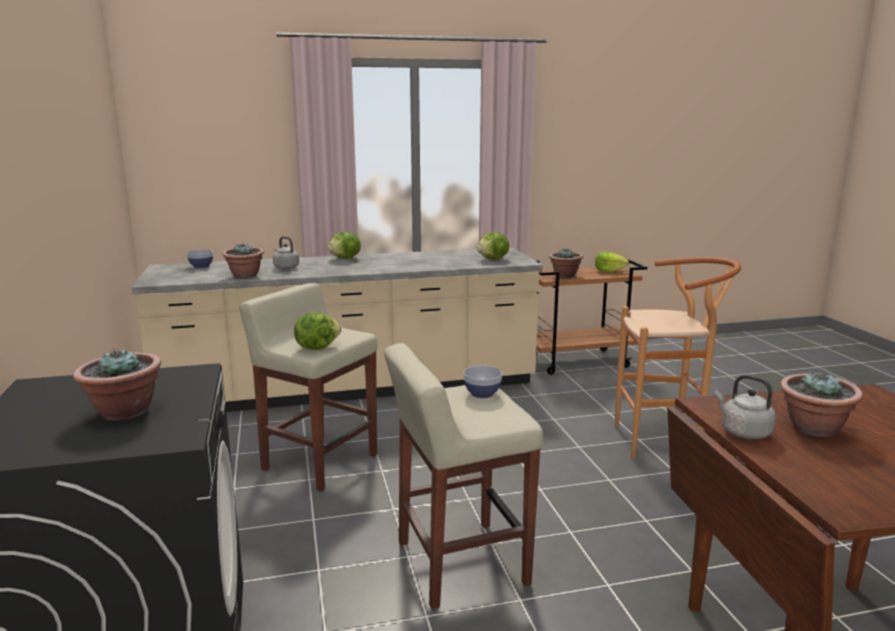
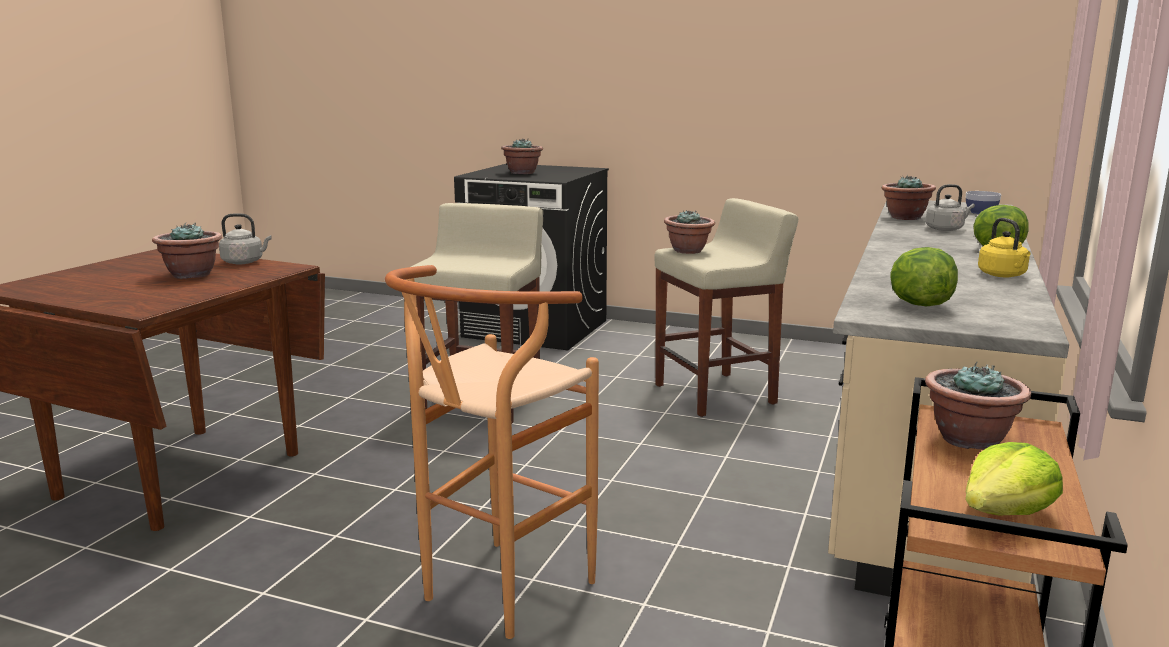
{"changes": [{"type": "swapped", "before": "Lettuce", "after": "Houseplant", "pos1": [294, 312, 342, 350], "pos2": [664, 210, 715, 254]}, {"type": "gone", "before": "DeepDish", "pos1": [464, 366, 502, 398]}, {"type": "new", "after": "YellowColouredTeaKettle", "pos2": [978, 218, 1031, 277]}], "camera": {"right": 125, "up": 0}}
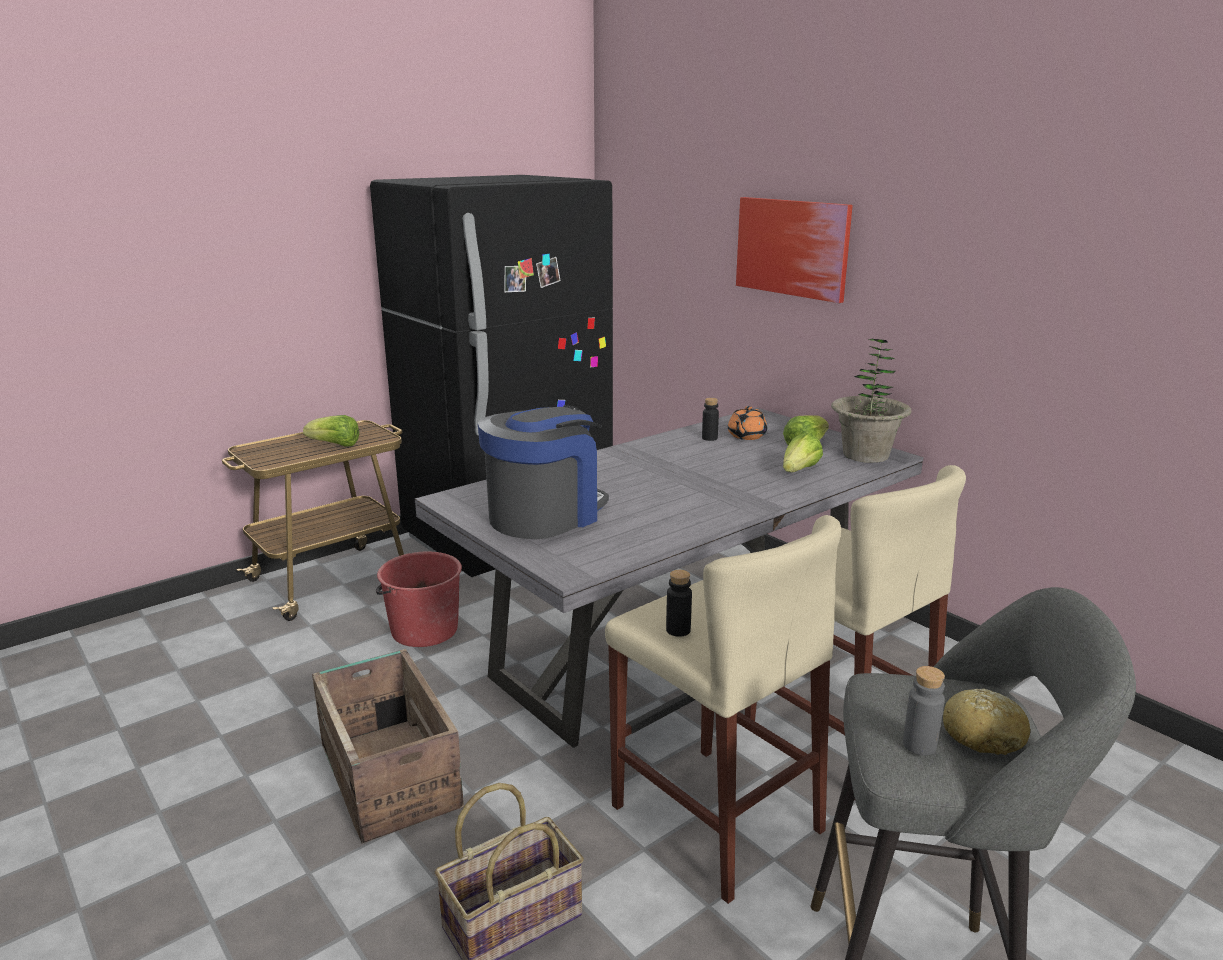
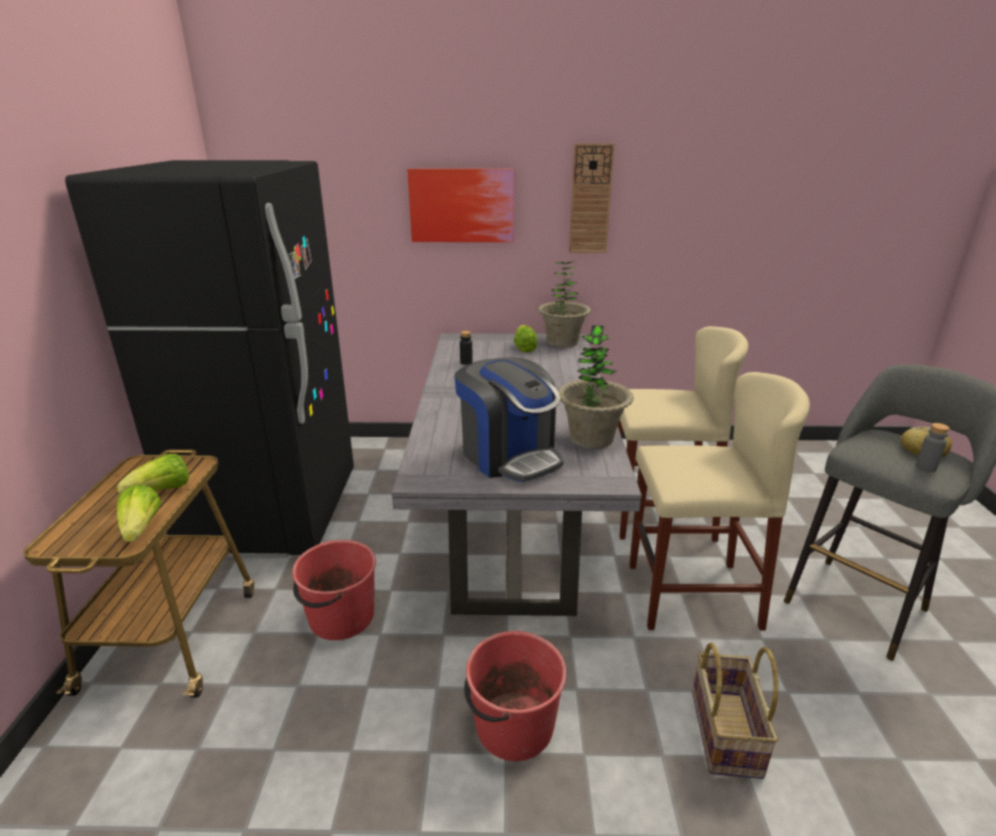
{"changes": [{"type": "rotated", "before": "CoffeeBrewer", "pos1": [478, 405, 609, 539], "pos2": [454, 357, 564, 482], "turn": 150}, {"type": "gone", "before": "OrangeColouredTeapot", "pos1": [728, 406, 767, 440]}, {"type": "shifted", "before": "Lettuce", "pos1": [783, 433, 823, 472], "pos2": [117, 485, 162, 542]}, {"type": "gone", "before": "BlackishBeverageBottle", "pos1": [666, 570, 692, 637]}, {"type": "swapped", "before": "Crate", "after": "RedWaterBucket", "pos1": [312, 649, 464, 843], "pos2": [464, 631, 566, 761]}, {"type": "new", "after": "ClockOnTheWall", "pos2": [569, 143, 615, 253]}, {"type": "new", "after": "Houseplant", "pos2": [558, 325, 634, 449]}], "camera": {"right": -50, "up": 5}}
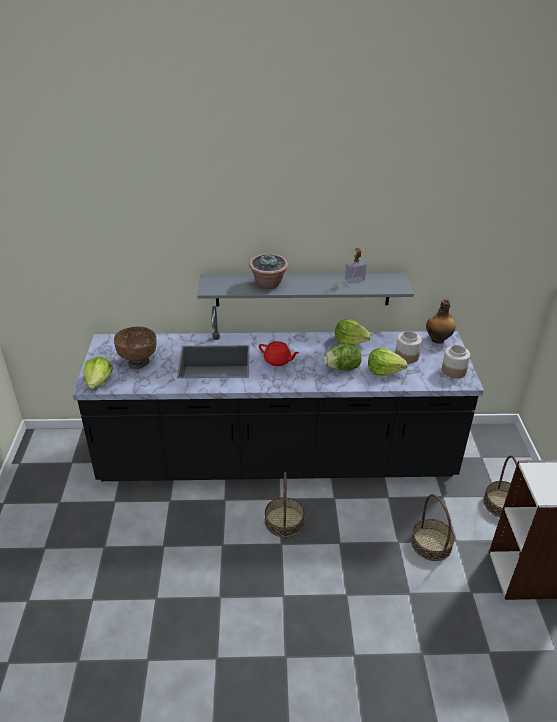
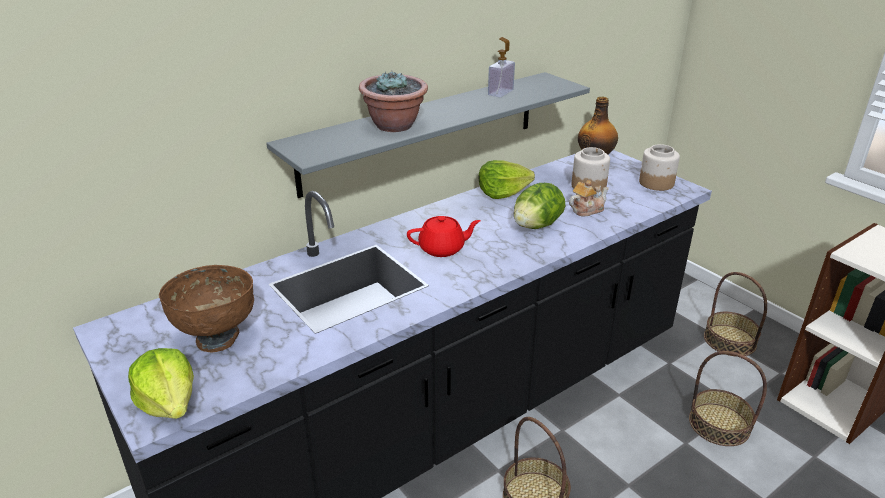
{"changes": [{"type": "swapped", "before": "Lettuce", "after": "Teapot", "pos1": [368, 348, 408, 376], "pos2": [569, 180, 609, 217]}], "camera": {"right": -35, "up": -5}}
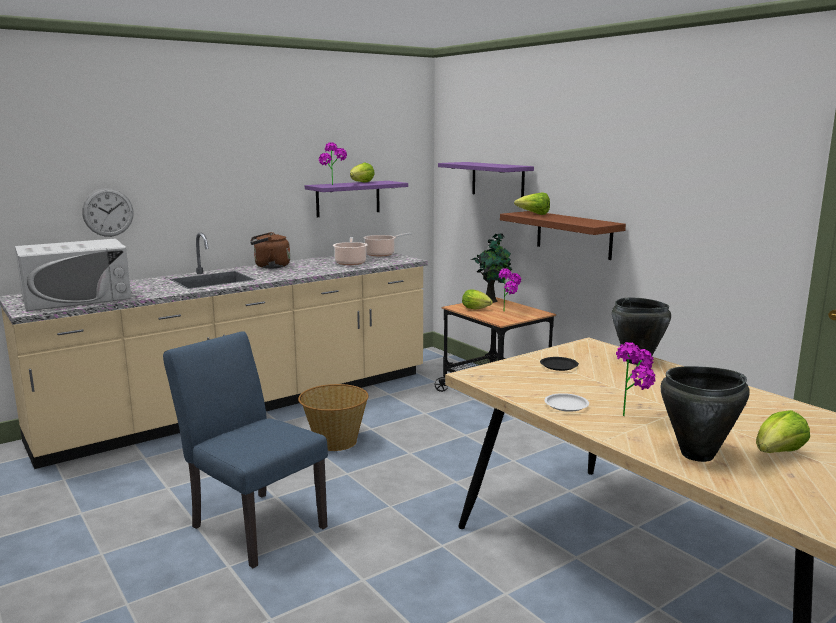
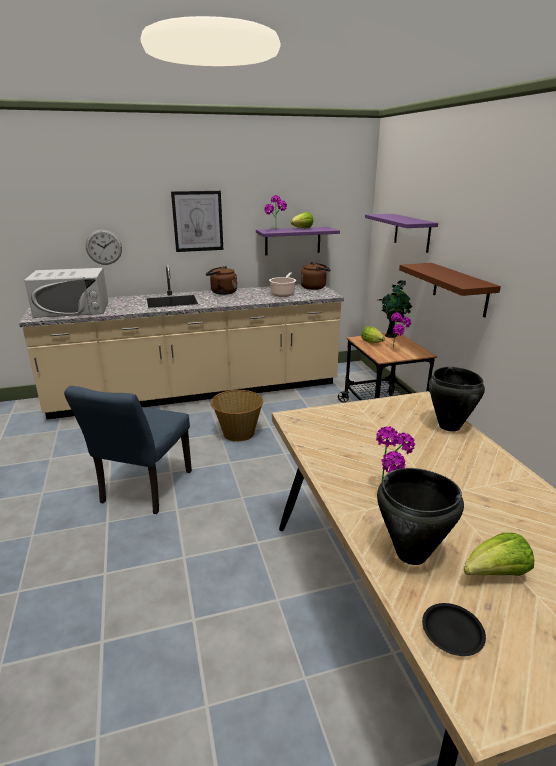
{"changes": [{"type": "gone", "before": "Lettuce", "pos1": [514, 192, 550, 215]}, {"type": "swapped", "before": "Saucepot", "after": "BrownTeaKettle", "pos1": [363, 233, 412, 256], "pos2": [301, 262, 331, 290]}, {"type": "rotated", "before": "BlueColouredUprightChair", "pos1": [163, 331, 328, 568], "pos2": [64, 386, 192, 514], "turn": -135}, {"type": "shifted", "before": "BlackishDinnerPlate", "pos1": [540, 357, 579, 371], "pos2": [422, 603, 486, 656]}, {"type": "gone", "before": "WhitishDinnerPlate", "pos1": [544, 393, 589, 412]}, {"type": "new", "after": "Picture", "pos2": [171, 191, 223, 252]}], "camera": {"right": 20, "up": 10}}
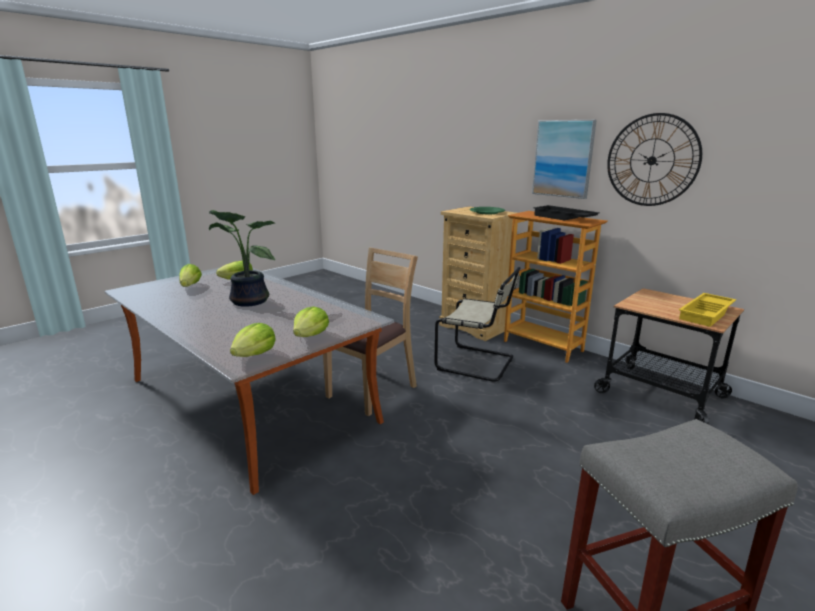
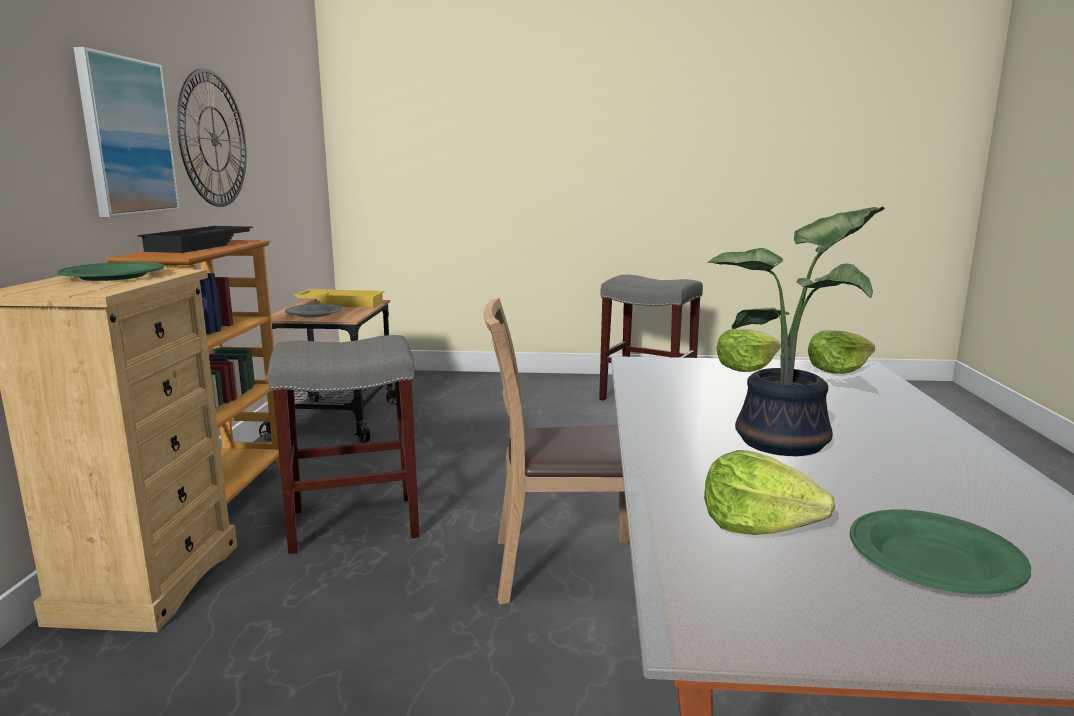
{"changes": [{"type": "swapped", "before": "Lettuce", "after": "GreenishDinnerPlate", "pos1": [179, 264, 202, 287], "pos2": [850, 510, 1031, 594]}, {"type": "swapped", "before": "BeigeUprightChair", "after": "GreyStoolSeat", "pos1": [434, 267, 520, 382], "pos2": [268, 335, 419, 554]}, {"type": "new", "after": "GreyDinnerPlate", "pos2": [285, 304, 343, 317]}], "camera": {"right": -130, "up": -5}}
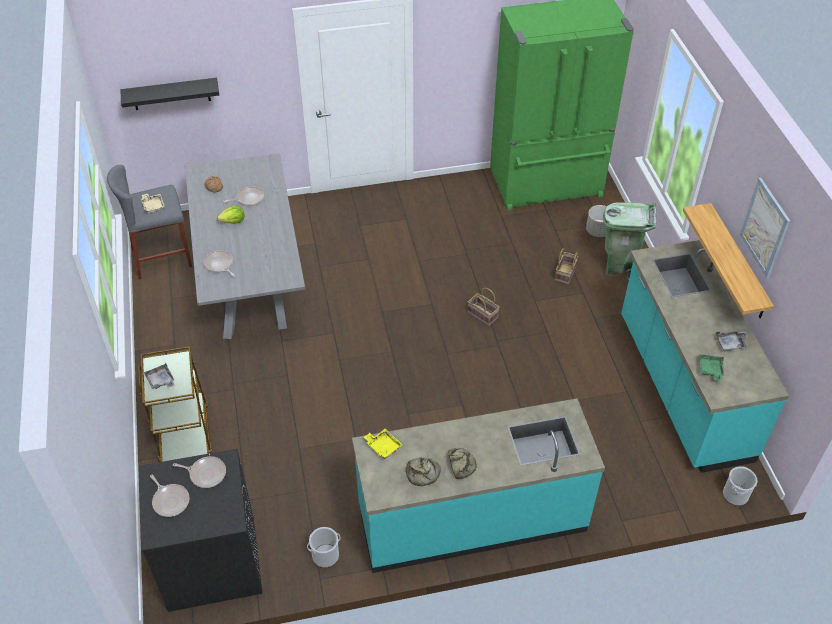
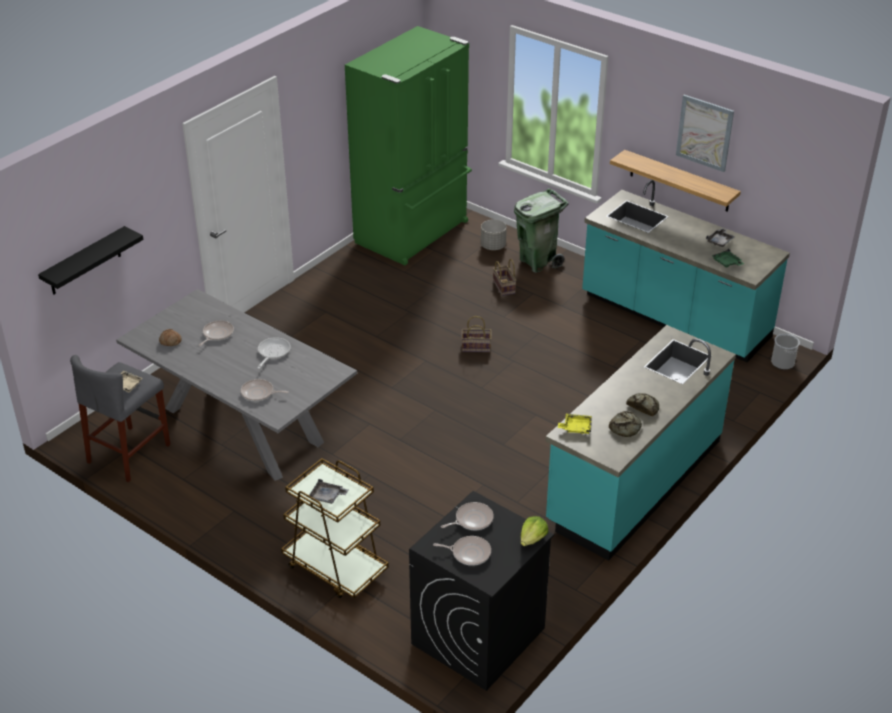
{"changes": [{"type": "shifted", "before": "Lettuce", "pos1": [217, 206, 244, 224], "pos2": [521, 516, 549, 546]}, {"type": "gone", "before": "WaterBucket", "pos1": [307, 527, 341, 567]}, {"type": "new", "after": "Skillet", "pos2": [257, 337, 291, 369]}], "camera": {"right": -40, "up": -10}}
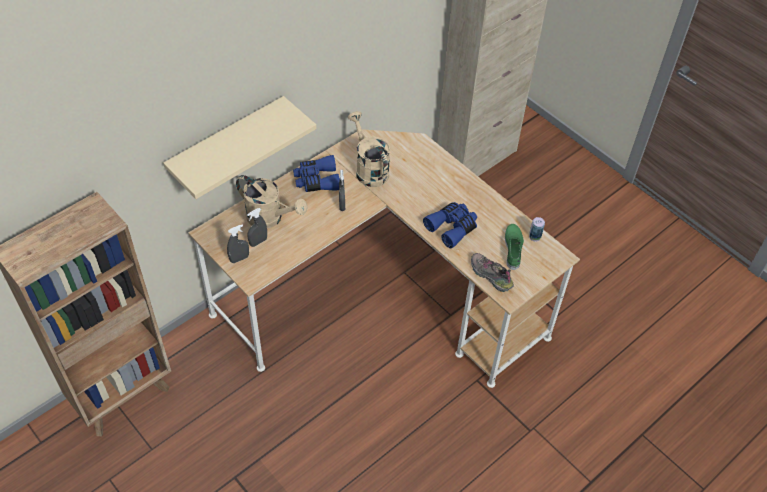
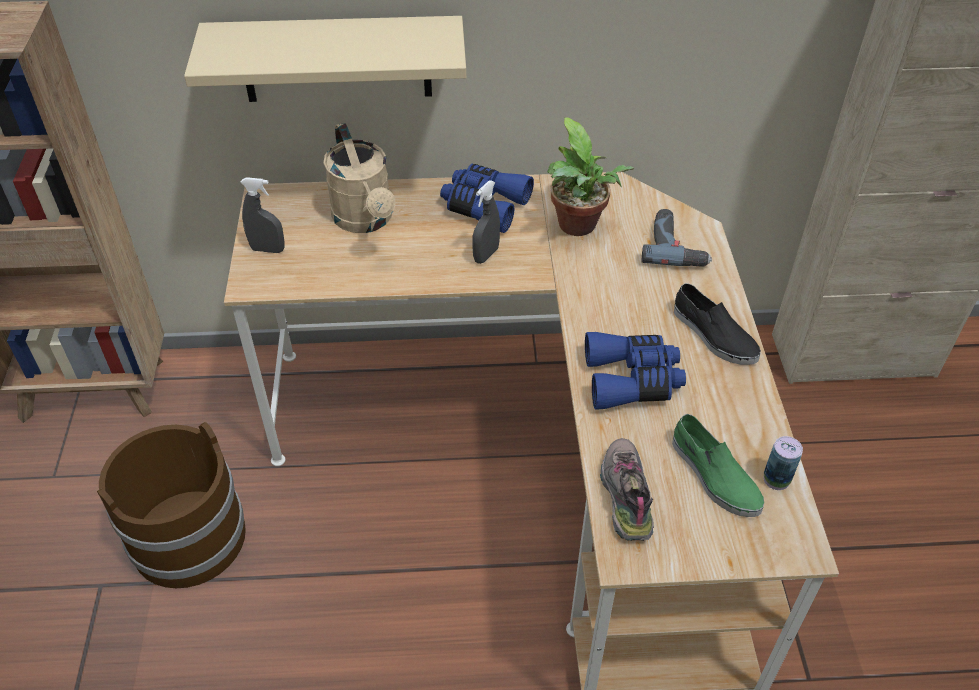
{"changes": [{"type": "swapped", "before": "BeigeSprinklingCan", "after": "Houseplant", "pos1": [348, 111, 390, 187], "pos2": [547, 117, 634, 236]}, {"type": "gone", "before": "GreySprayer", "pos1": [247, 208, 267, 247]}, {"type": "rotated", "before": "GreenishItemOfFootwear", "pos1": [505, 224, 524, 270], "pos2": [672, 414, 764, 517], "turn": 105}, {"type": "new", "after": "Drill", "pos2": [641, 209, 712, 267]}, {"type": "new", "after": "BlackishItemOfFootwear", "pos2": [674, 283, 761, 365]}, {"type": "new", "after": "BrownWaterBucket", "pos2": [97, 422, 246, 588]}], "camera": {"right": 40, "up": -5}}
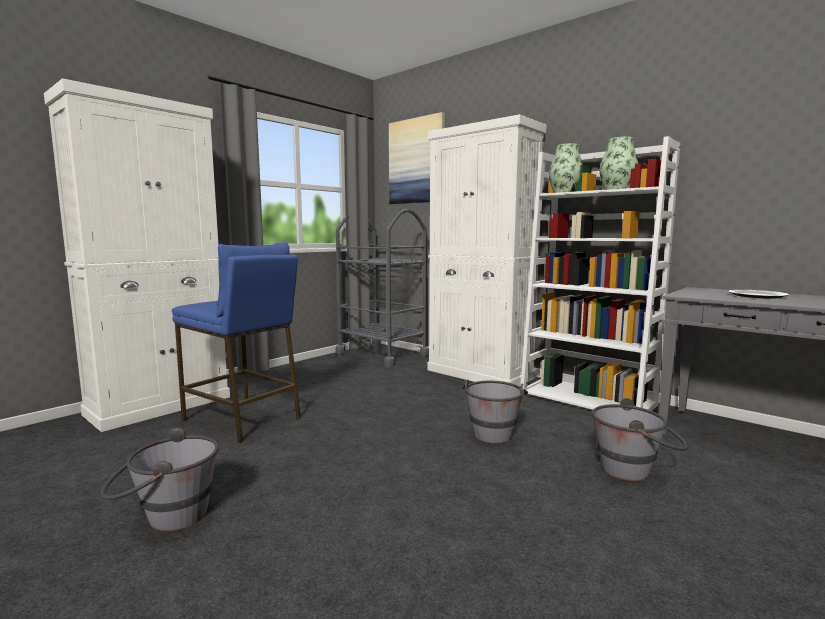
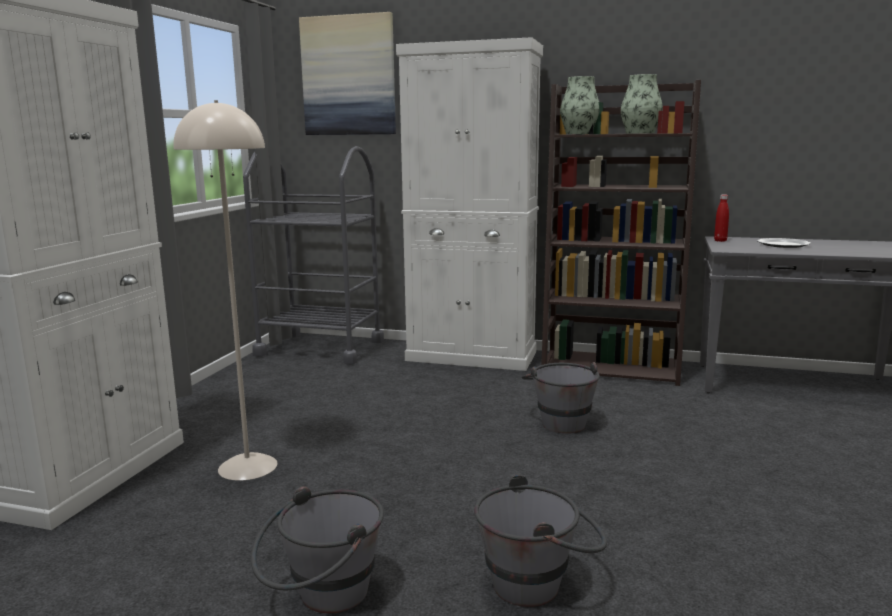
{"changes": [{"type": "repainted", "before": "WhitishBookshelf", "after": "BrownBookshelf", "pos1": [520, 136, 680, 411], "pos2": [541, 80, 701, 386]}, {"type": "swapped", "before": "BlueColouredStoolSeat", "after": "BeigeFloorLamp", "pos1": [172, 242, 301, 442], "pos2": [173, 100, 277, 481]}, {"type": "shifted", "before": "GreyWaterBucket", "pos1": [592, 398, 688, 481], "pos2": [474, 474, 607, 607]}, {"type": "new", "after": "RedBeverageBottle", "pos2": [714, 195, 729, 242]}], "camera": {"right": -25, "up": 5}}
